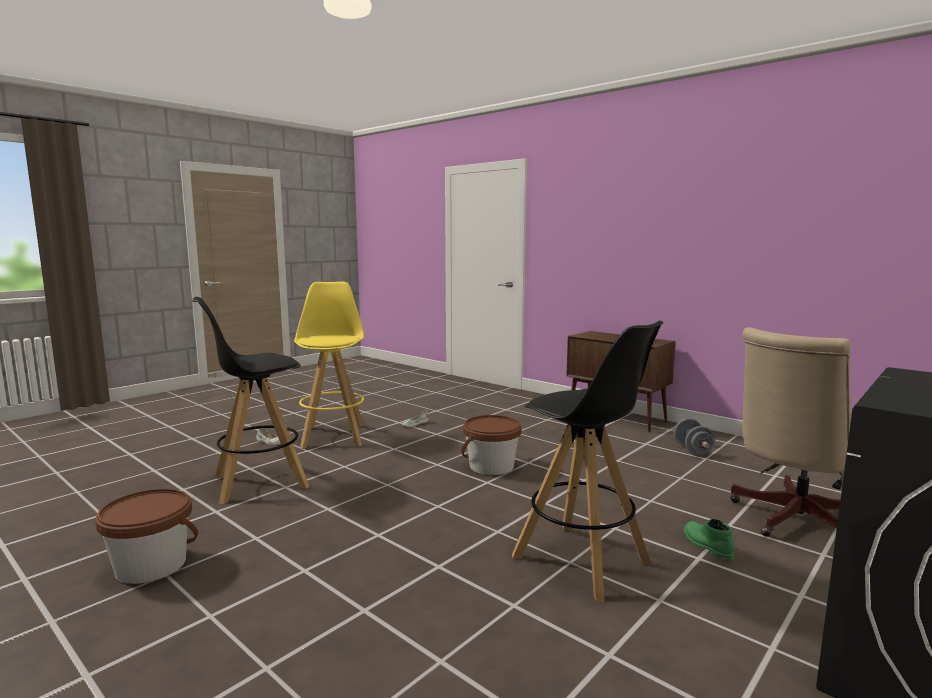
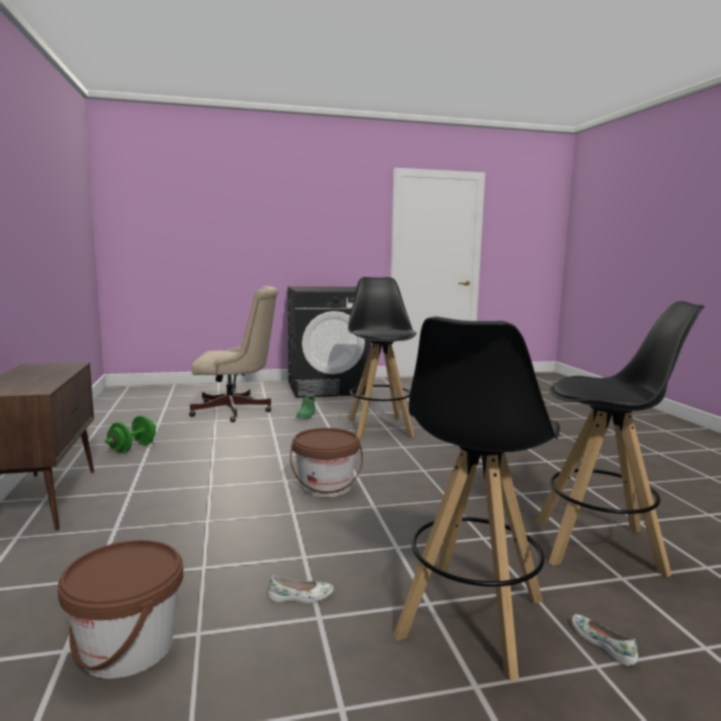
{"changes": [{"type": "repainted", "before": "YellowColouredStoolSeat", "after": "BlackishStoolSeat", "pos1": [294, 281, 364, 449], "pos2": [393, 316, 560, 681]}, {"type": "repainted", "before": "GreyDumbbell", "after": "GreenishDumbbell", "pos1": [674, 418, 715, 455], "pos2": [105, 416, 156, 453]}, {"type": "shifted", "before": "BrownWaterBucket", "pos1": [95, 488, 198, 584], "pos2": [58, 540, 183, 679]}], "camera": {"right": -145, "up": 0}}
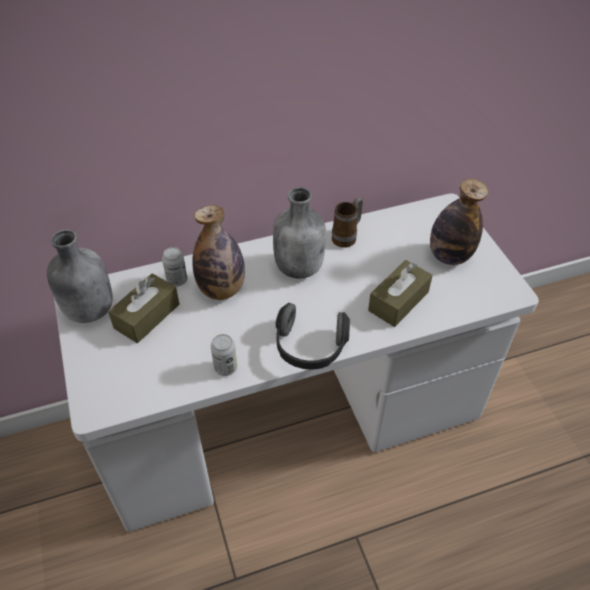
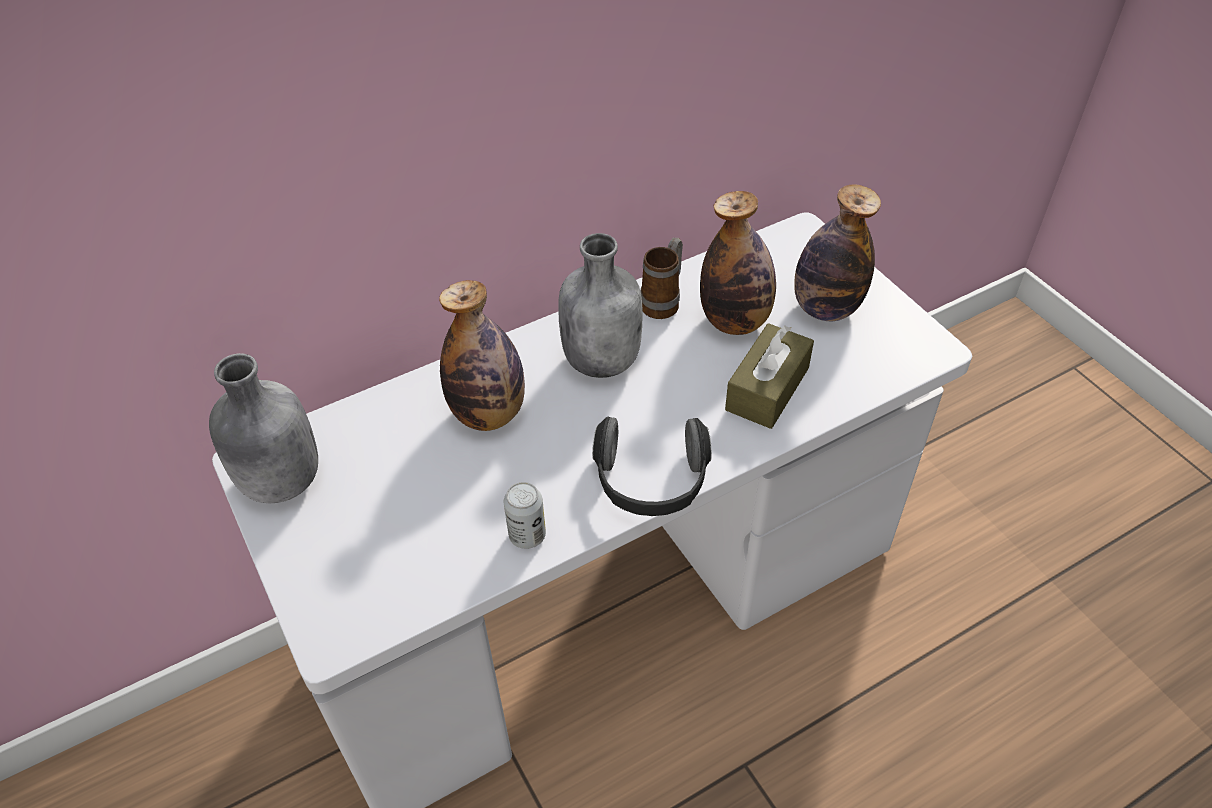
{"changes": [{"type": "gone", "before": "SealedCan", "pos1": [162, 247, 187, 286]}, {"type": "gone", "before": "BrownTissueBox", "pos1": [108, 273, 180, 343]}, {"type": "new", "after": "BeverageBottle", "pos2": [700, 191, 776, 335]}], "camera": {"right": -10, "up": 0}}
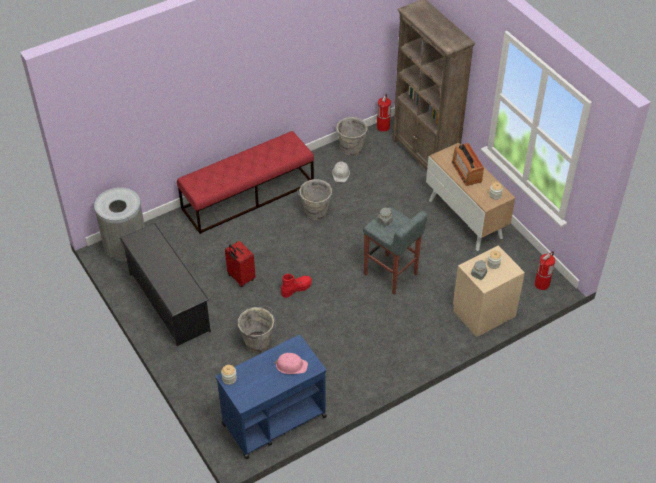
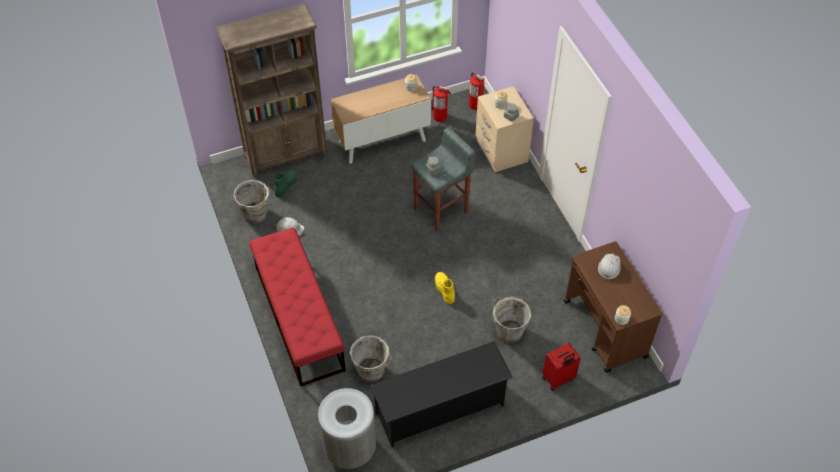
{"changes": [{"type": "shifted", "before": "Extinguisher", "pos1": [377, 94, 391, 132], "pos2": [431, 86, 451, 122]}, {"type": "gone", "before": "RadioSet", "pos1": [452, 143, 484, 186]}, {"type": "shifted", "before": "GreyWaterBucket", "pos1": [297, 179, 332, 221], "pos2": [350, 336, 393, 382]}, {"type": "shifted", "before": "RedSuitcase", "pos1": [225, 241, 256, 287], "pos2": [542, 343, 581, 391]}, {"type": "repainted", "before": "RedHighTopBoot", "after": "YellowColouredHighTopBoot", "pos1": [281, 274, 312, 298], "pos2": [435, 272, 455, 304]}, {"type": "repainted", "before": "BlueColouredTrolley", "after": "BrownTrolley", "pos1": [215, 335, 327, 459], "pos2": [564, 241, 663, 373]}, {"type": "repainted", "before": "PinkWorkHelmet", "after": "WhitishWorkHelmet", "pos1": [274, 353, 308, 374], "pos2": [598, 253, 620, 280]}, {"type": "new", "after": "GreenishHighTopBoot", "pos2": [274, 170, 296, 198]}], "camera": {"right": -80, "up": 5}}
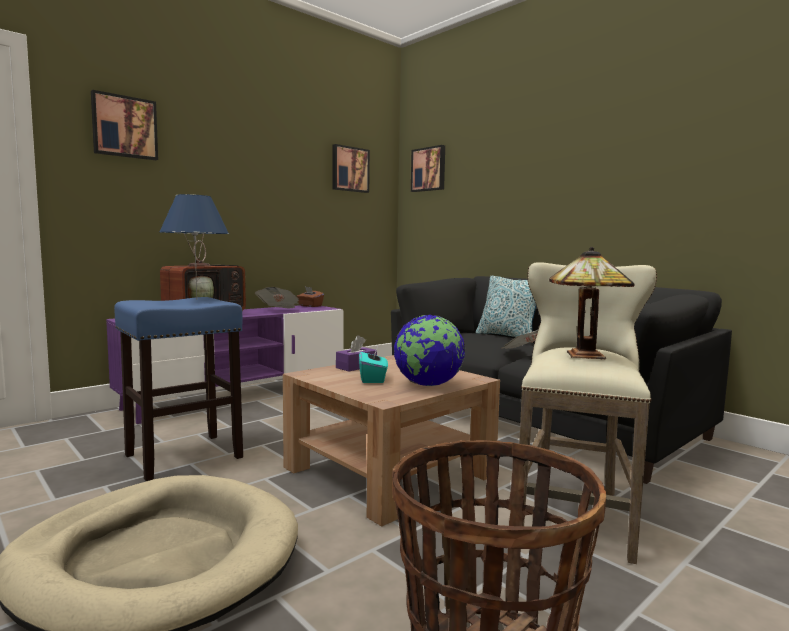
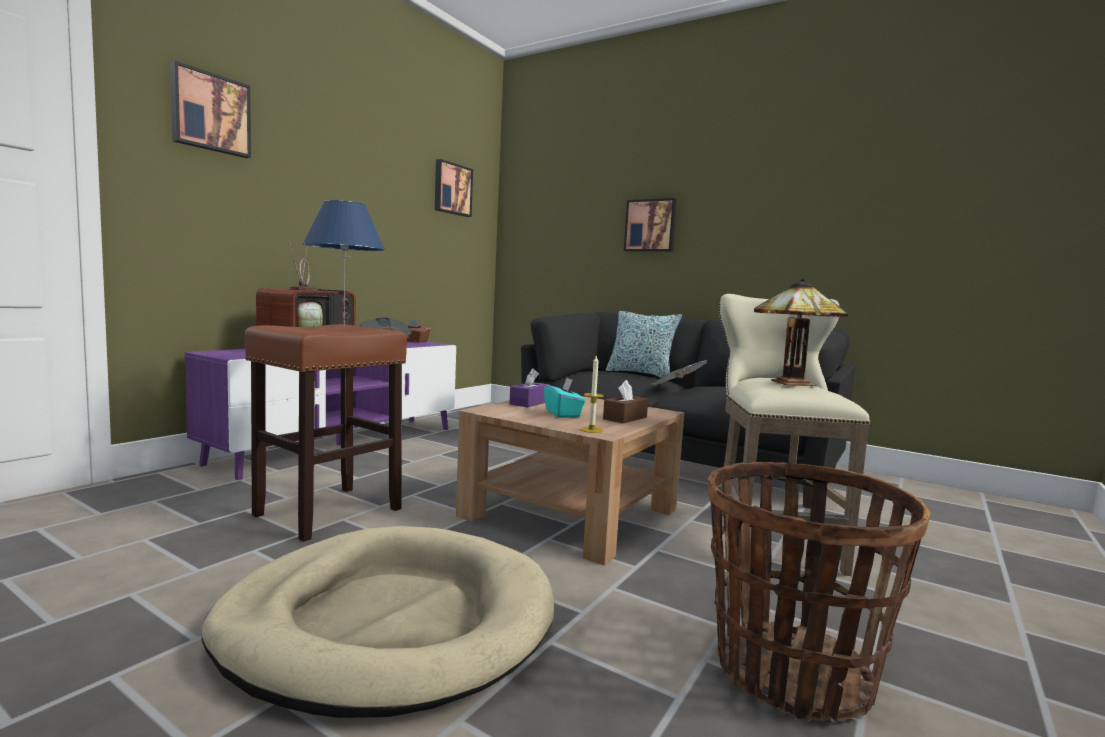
{"changes": [{"type": "shifted", "before": "Picture", "pos1": [411, 145, 445, 192], "pos2": [624, 198, 677, 252]}, {"type": "repainted", "before": "BlueColouredStoolSeat", "after": "BrownStoolSeat", "pos1": [114, 297, 243, 481], "pos2": [245, 324, 407, 542]}, {"type": "swapped", "before": "Globe", "after": "BrownTissueBox", "pos1": [394, 314, 465, 386], "pos2": [603, 380, 648, 423]}, {"type": "new", "after": "WaxLight", "pos2": [580, 355, 604, 433]}], "camera": {"right": -15, "up": 0}}
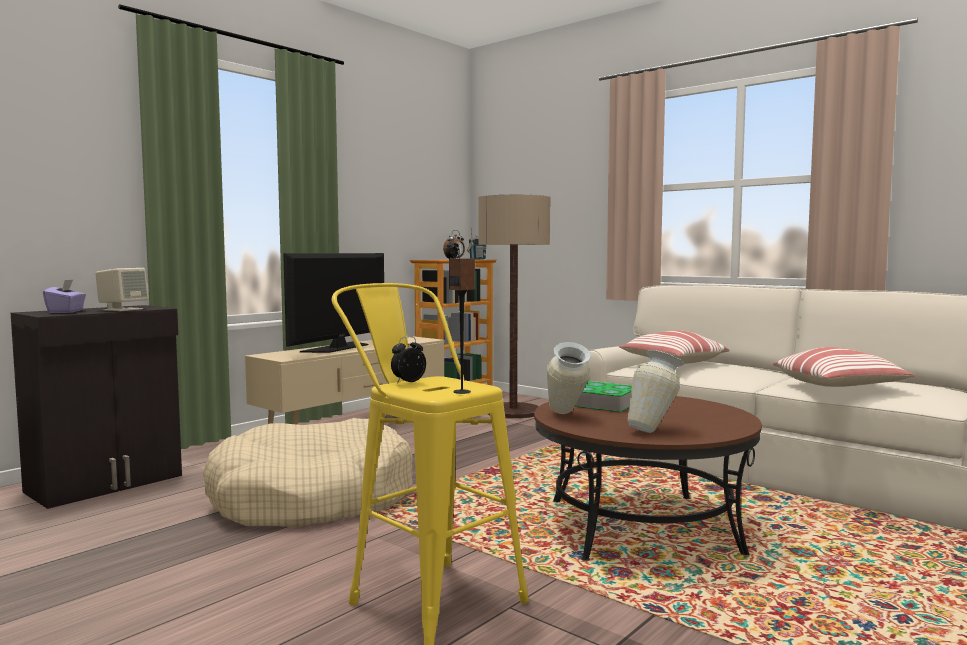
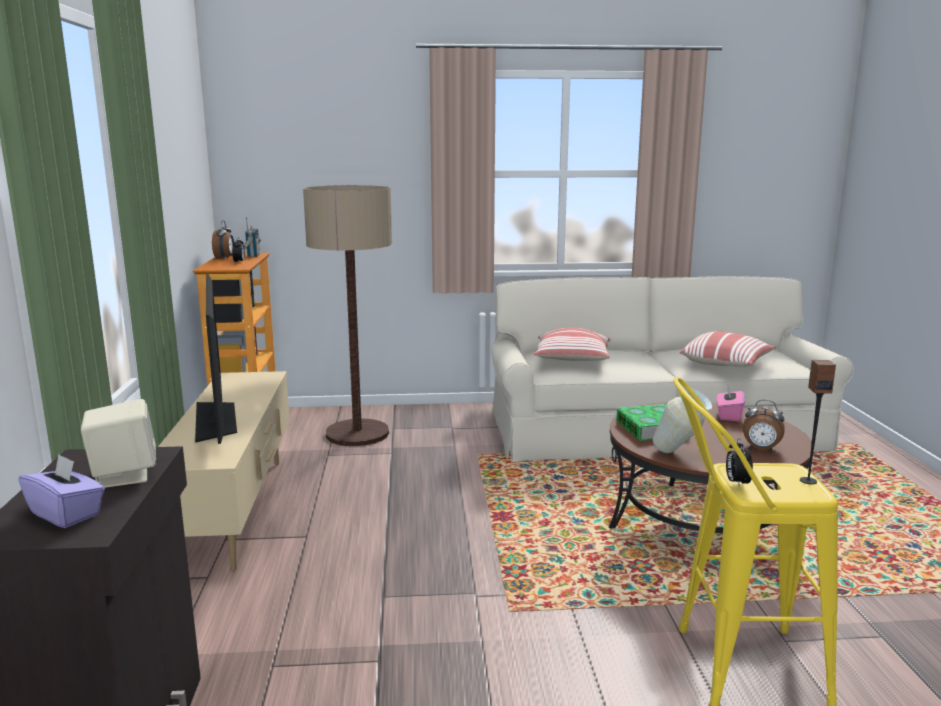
{"changes": [{"type": "swapped", "before": "DecorativeVase", "after": "TableClock", "pos1": [628, 350, 684, 433], "pos2": [743, 400, 785, 452]}, {"type": "gone", "before": "BeigeDogCushion", "pos1": [203, 418, 413, 527]}, {"type": "new", "after": "PinkTissueBox", "pos2": [717, 386, 745, 421]}], "camera": {"right": -45, "up": 10}}
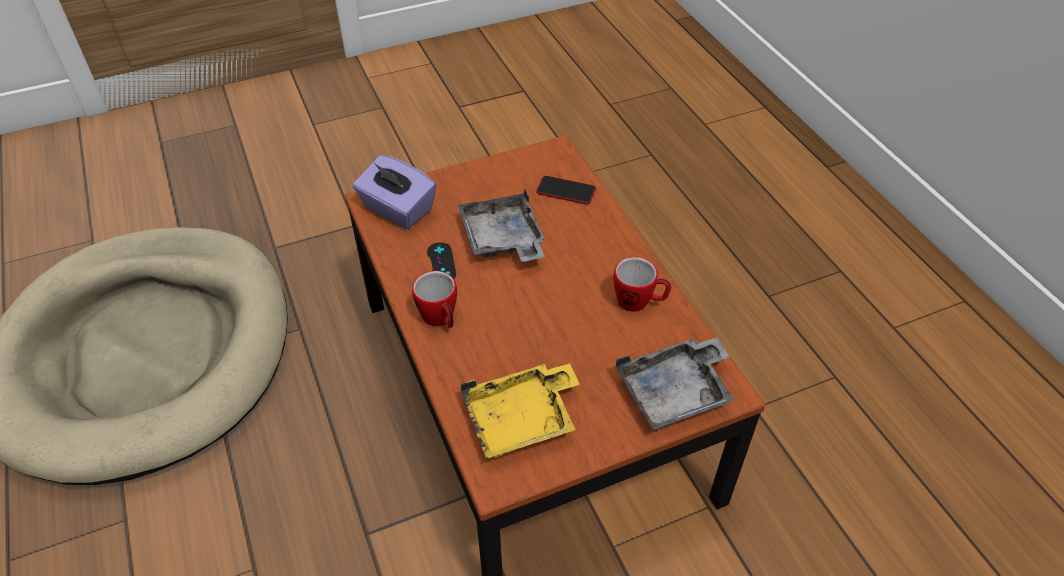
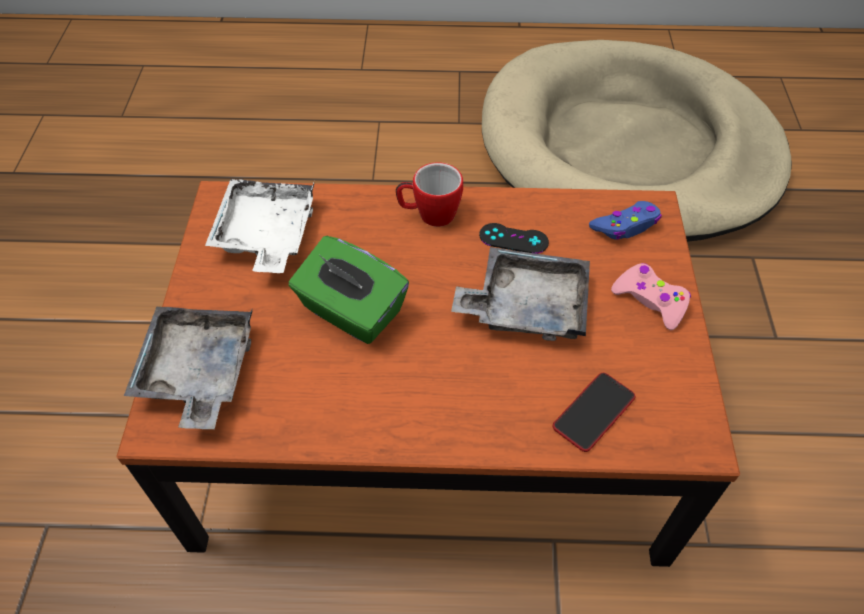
{"changes": [{"type": "swapped", "before": "PurpleTissueBox", "after": "BlueColouredJoypad", "pos1": [353, 155, 436, 229], "pos2": [589, 201, 662, 240]}, {"type": "gone", "before": "TeaMug", "pos1": [613, 257, 671, 312]}, {"type": "repainted", "before": "YellowColouredCarryingTray", "after": "WhitishCarryingTray", "pos1": [461, 363, 580, 459], "pos2": [205, 179, 315, 273]}, {"type": "new", "after": "GreenishTissueBox", "pos2": [289, 236, 409, 344]}, {"type": "new", "after": "PinkJoypad", "pos2": [611, 263, 691, 330]}], "camera": {"right": 115, "up": 5}}
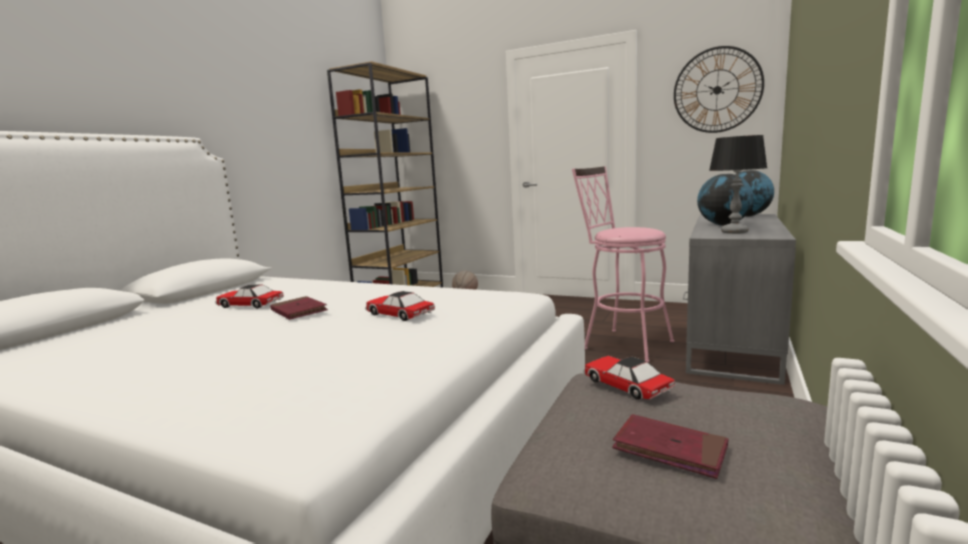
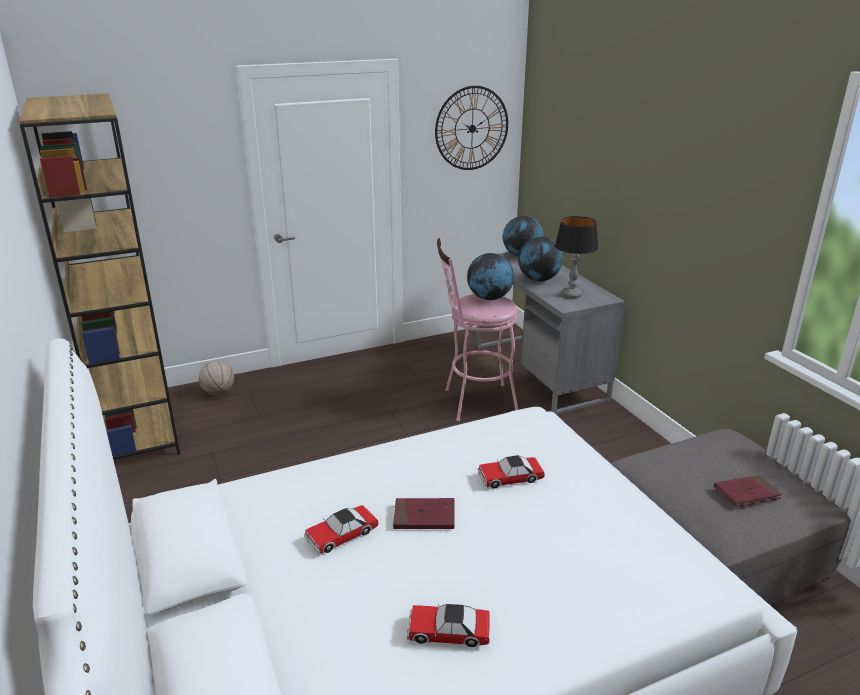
{"changes": [{"type": "shifted", "before": "ModelCar", "pos1": [583, 356, 676, 400], "pos2": [407, 603, 490, 647]}, {"type": "new", "after": "Globe", "pos2": [467, 253, 514, 300]}], "camera": {"right": -50, "up": 15}}
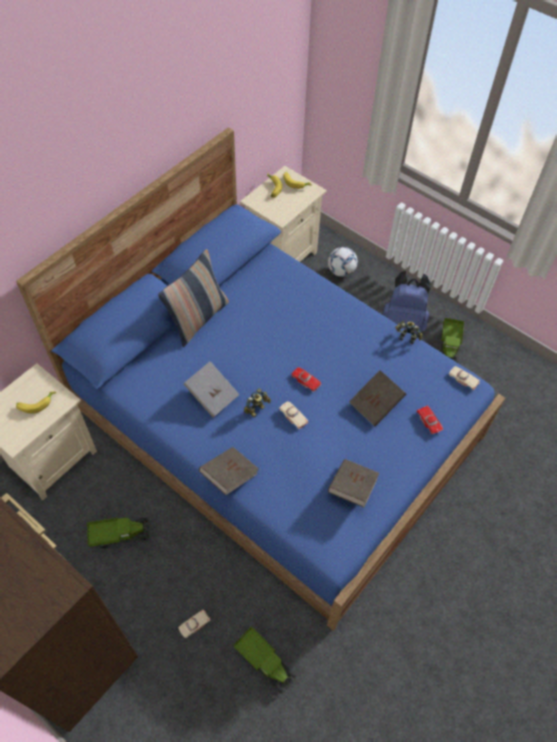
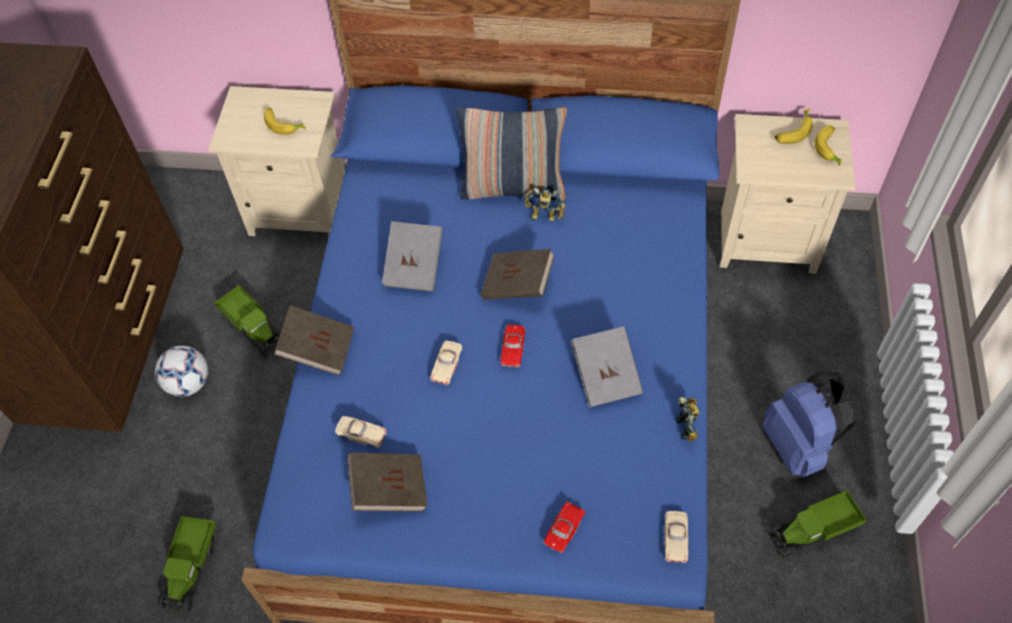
{"changes": [{"type": "shifted", "before": "BallForFootball", "pos1": [328, 247, 358, 277], "pos2": [155, 346, 208, 397]}, {"type": "shifted", "before": "BrownVolume", "pos1": [349, 370, 406, 426], "pos2": [481, 249, 555, 299]}, {"type": "shifted", "before": "ModelRobot", "pos1": [244, 388, 271, 417], "pos2": [524, 188, 566, 221]}, {"type": "shifted", "before": "BeigeModelCar", "pos1": [178, 610, 211, 638], "pos2": [335, 416, 387, 448]}, {"type": "new", "after": "GreyVolume", "pos2": [571, 326, 643, 407]}], "camera": {"right": 60, "up": 0}}
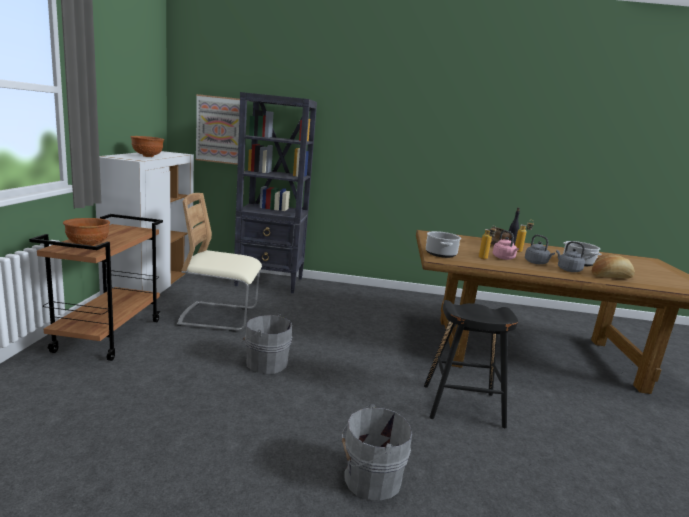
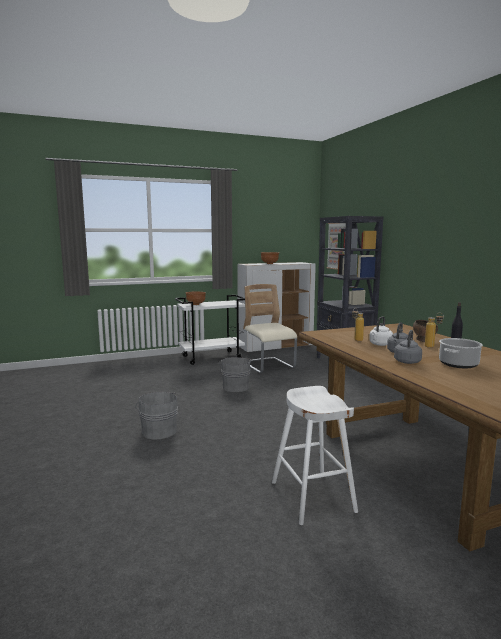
{"changes": [{"type": "repainted", "before": "BrownTrolley", "after": "WhitishTrolley", "pos1": [29, 214, 163, 361], "pos2": [175, 295, 245, 365]}, {"type": "repainted", "before": "PinkTeaKettle", "after": "WhitishTeaKettle", "pos1": [492, 230, 519, 260], "pos2": [369, 316, 393, 346]}, {"type": "gone", "before": "Saucepot", "pos1": [426, 231, 461, 258]}, {"type": "gone", "before": "BakeryBread", "pos1": [592, 255, 635, 279]}, {"type": "gone", "before": "BlackishStoolSeat", "pos1": [424, 300, 518, 428]}, {"type": "new", "after": "WhitishStoolSeat", "pos2": [272, 386, 358, 525]}], "camera": {"right": 65, "up": -5}}
